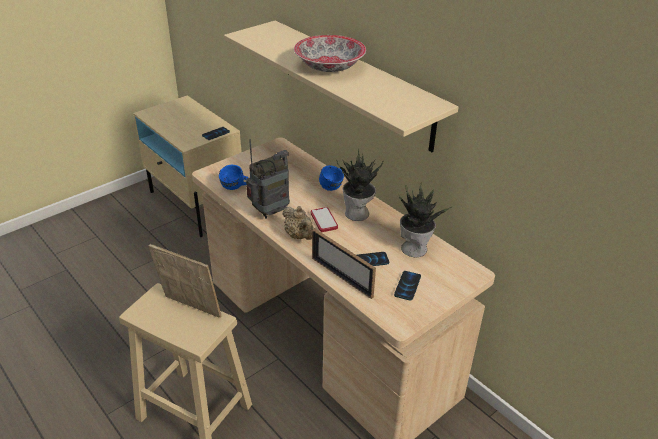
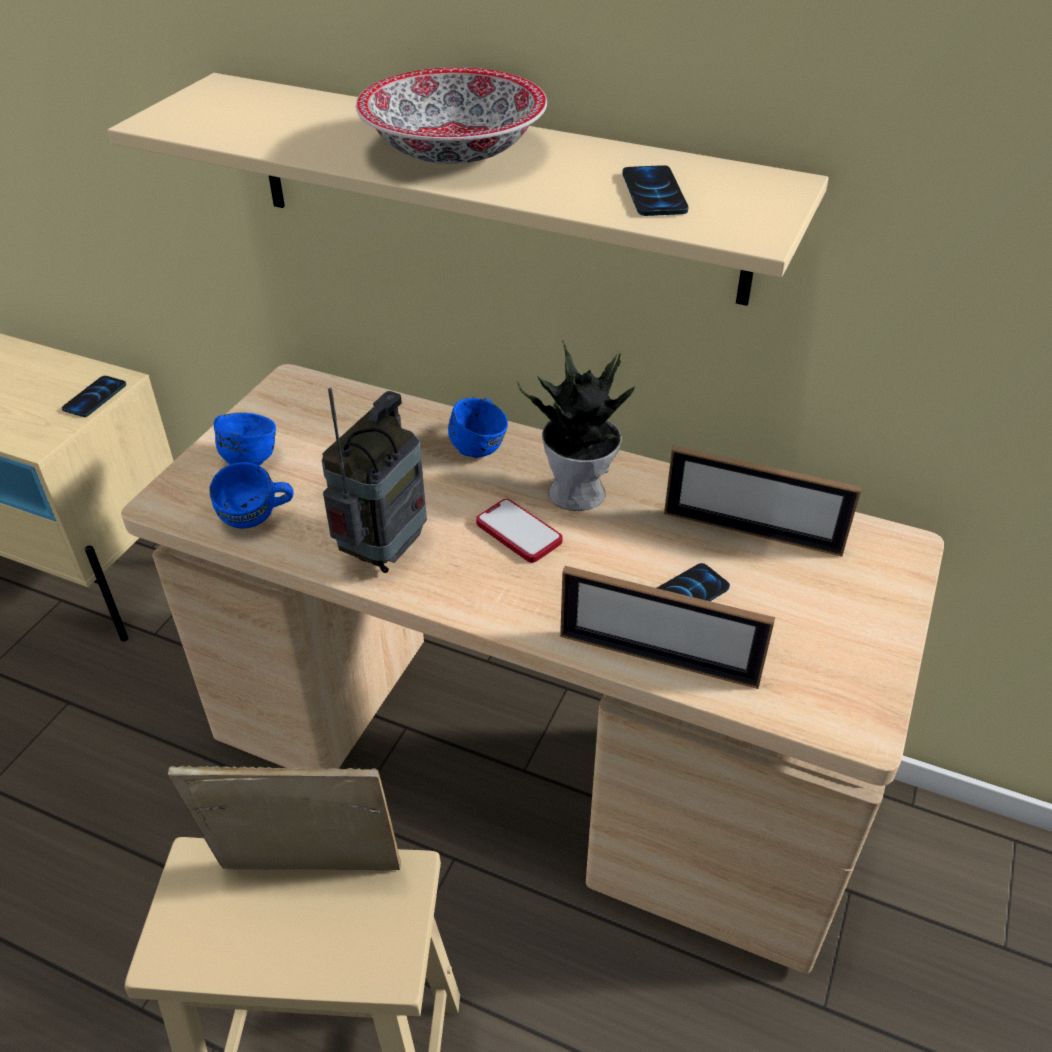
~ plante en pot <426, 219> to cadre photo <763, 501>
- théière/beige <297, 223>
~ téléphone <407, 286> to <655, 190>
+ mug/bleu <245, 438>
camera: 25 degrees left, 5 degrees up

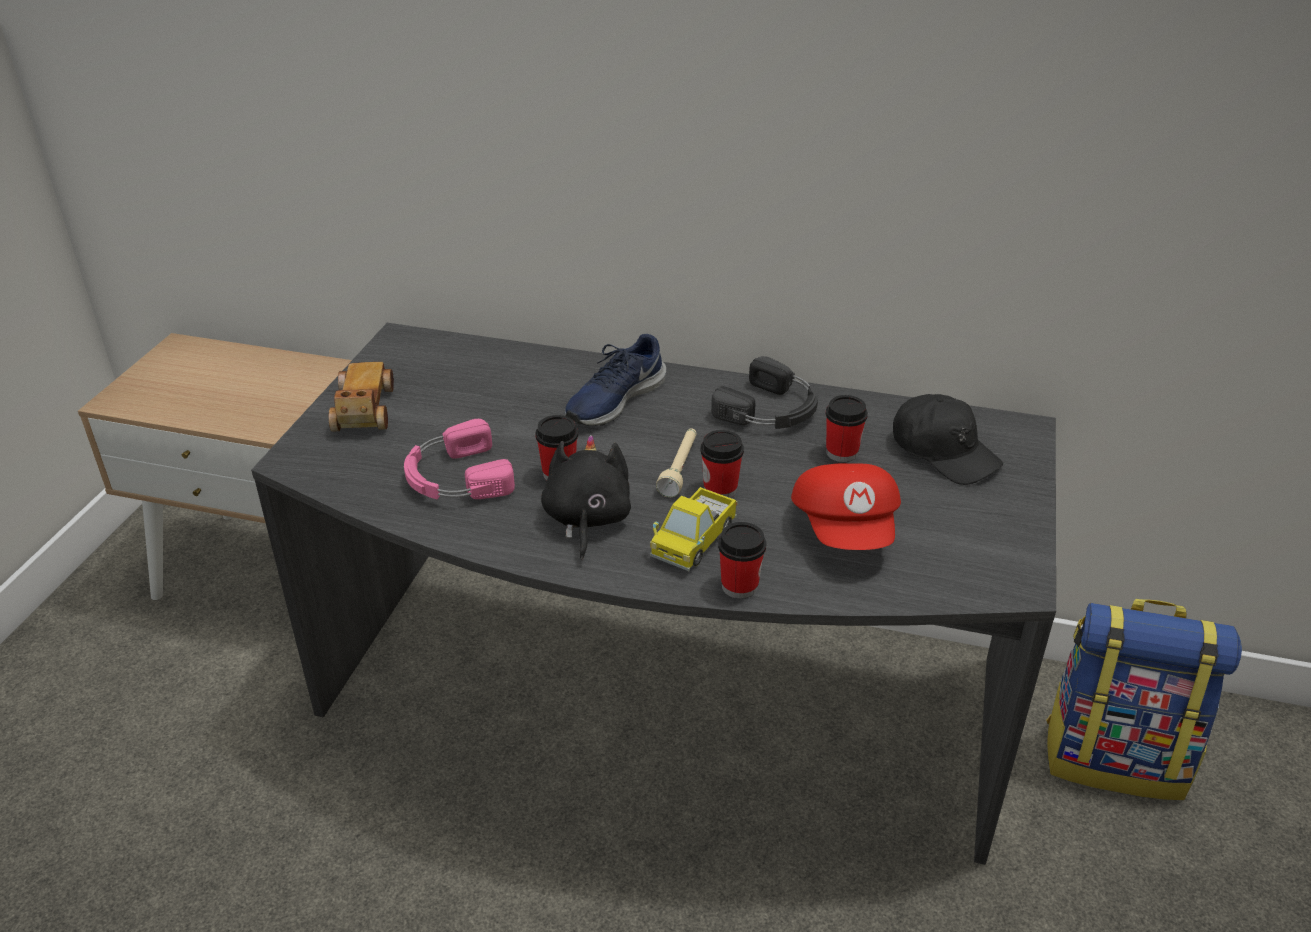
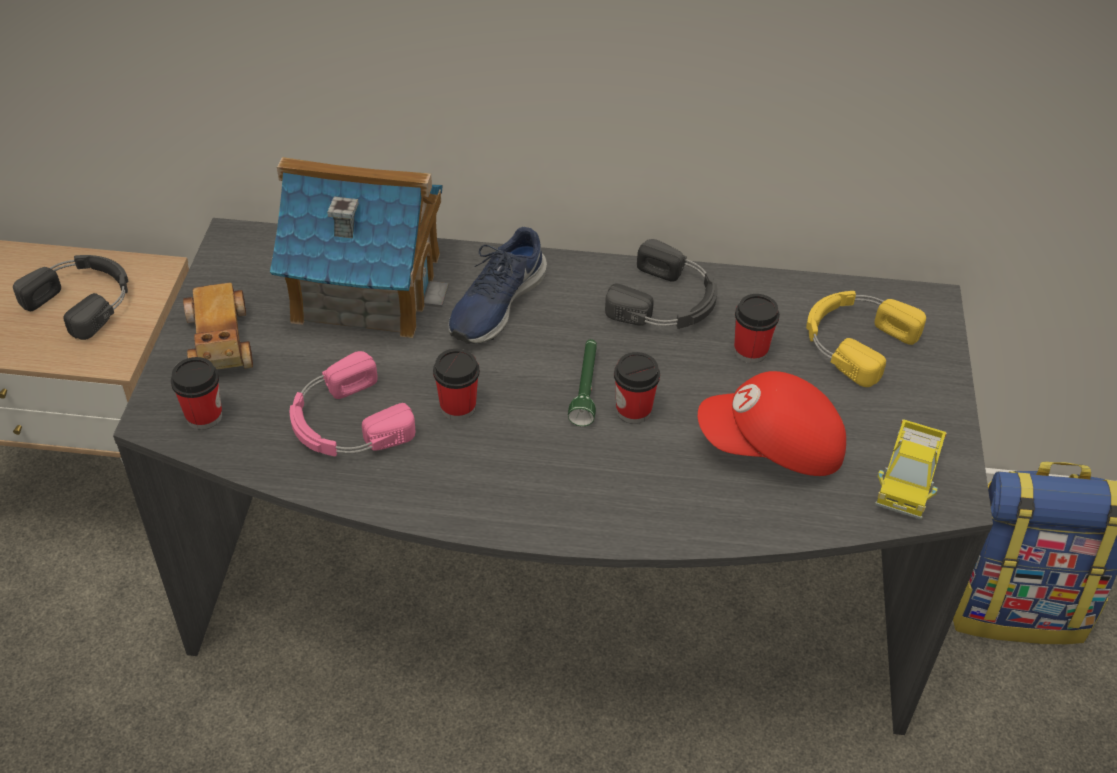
~ casquette/noir <948, 439> to casque audio/jaune <866, 339>
~ lampe de poche/beige <676, 462> to lampe de poche/vert <582, 382>
- peluche/noir <586, 497>
~ casquette/rouge <846, 506> = <772, 423> 105 degrees clockwise
~ camion jouet <694, 529> to <911, 469>
~ tasse <742, 560> to <196, 393>
+ maison miniature <359, 247>
+ casque audio/noir <71, 297>
camera: 10 degrees left, 10 degrees up

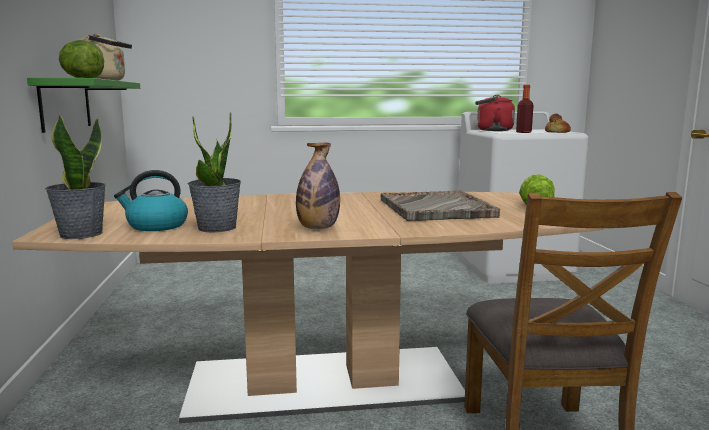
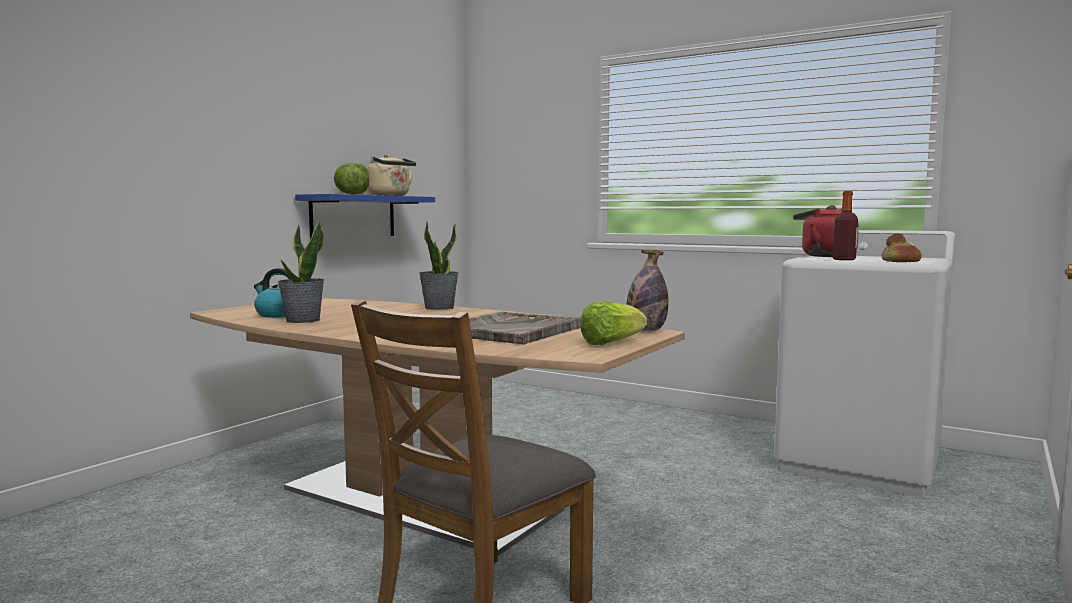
~ étagère/vert <83, 105> to étagère/bleu <365, 216>
~ plante en pot <75, 176> to <438, 265>
~ bouteille <318, 186> to <647, 290>
camera: 40 degrees right, 5 degrees down

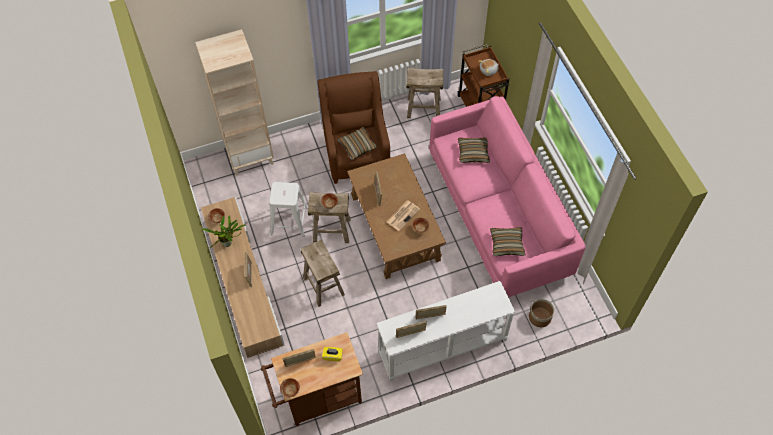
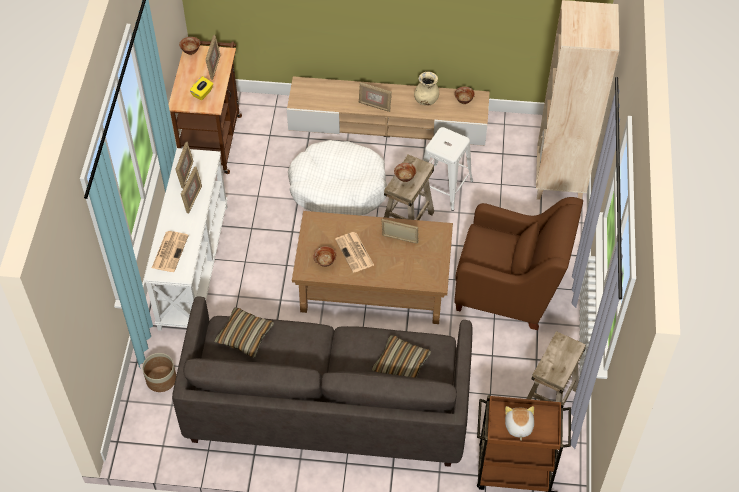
~ canapé/rose <507, 196> to canapé/gris <322, 382>
- coussin <357, 143>
~ plante en pot <223, 232> to vase/beige <426, 89>
~ tabouret/beige <323, 273> to panier pour chien/blanc <337, 177>
+ journal <170, 251>
camera: 115 degrees right, 5 degrees down

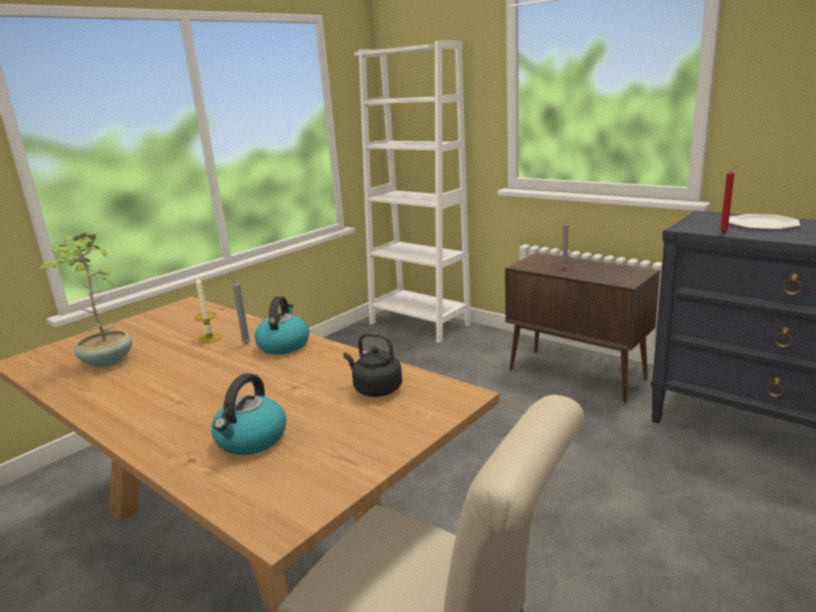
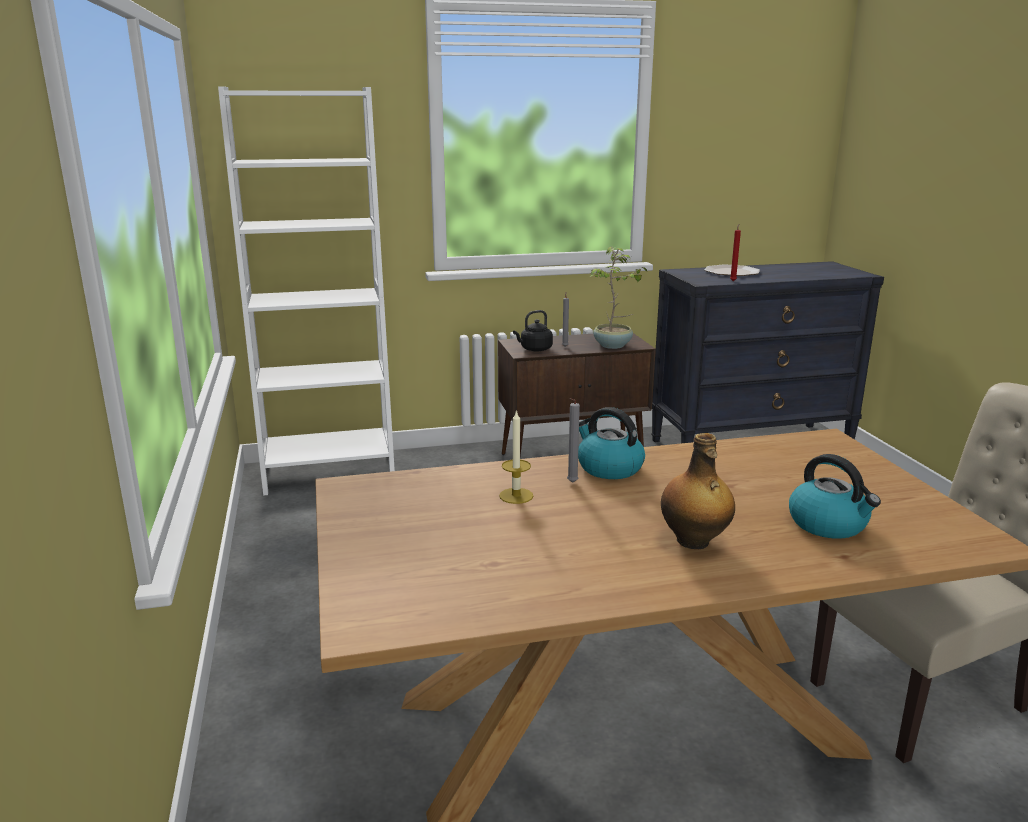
~ plante en pot <85, 300> to <618, 298>
~ bouilloire/noir <372, 364> to <533, 330>
+ bouteille <698, 491>
camera: 55 degrees left, 0 degrees up

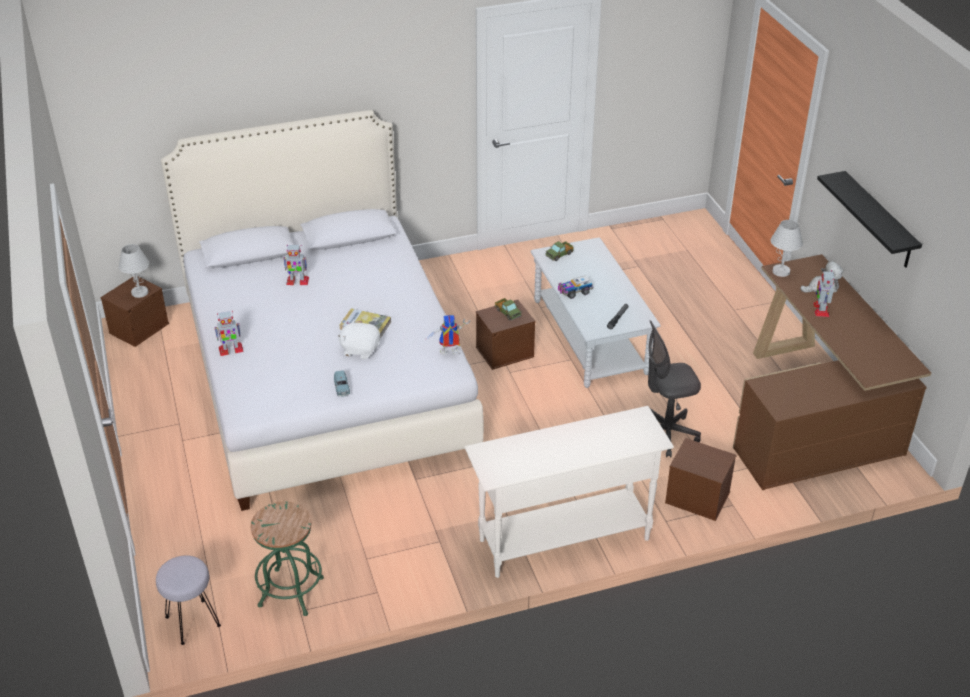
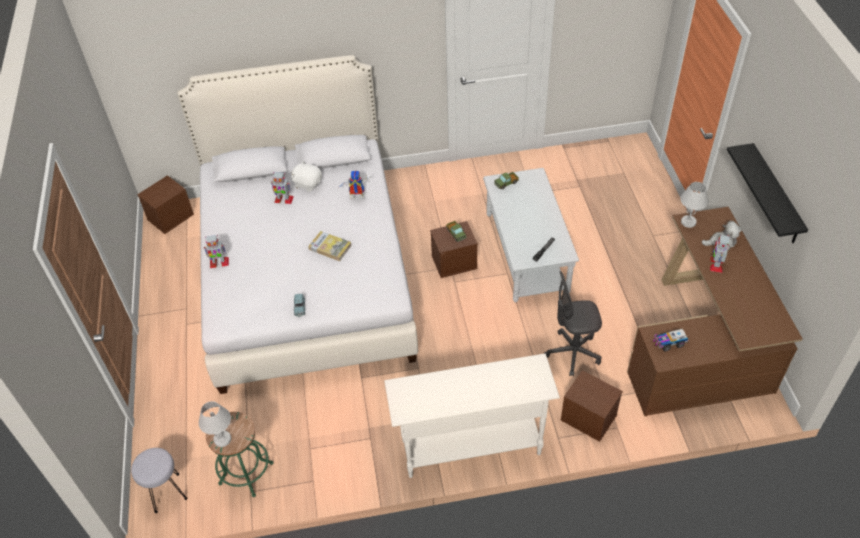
~ lampe de table/blanc <134, 271> to <215, 424>
~ camion jouet <575, 287> to <671, 340>
~ robot jouet <448, 335> to <355, 185>
~ peluche/blanc <359, 339> to <306, 176>
camera: 10 degrees right, 10 degrees up

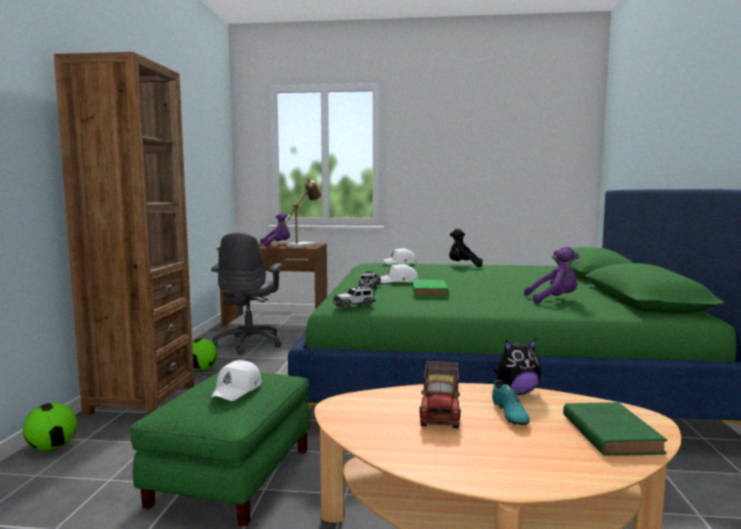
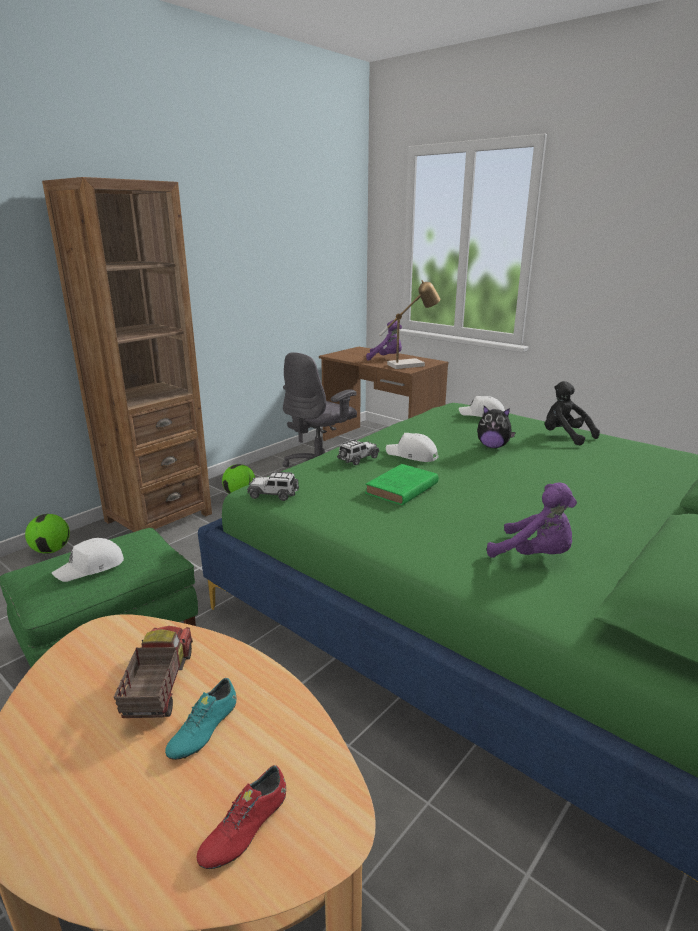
~ peluche <517, 367> to <496, 427>
~ camion jouet <440, 394> = <153, 672> 135 degrees clockwise
~ livre/vert <615, 429> to chaussure/rouge <241, 817>
camera: 35 degrees right, 15 degrees up

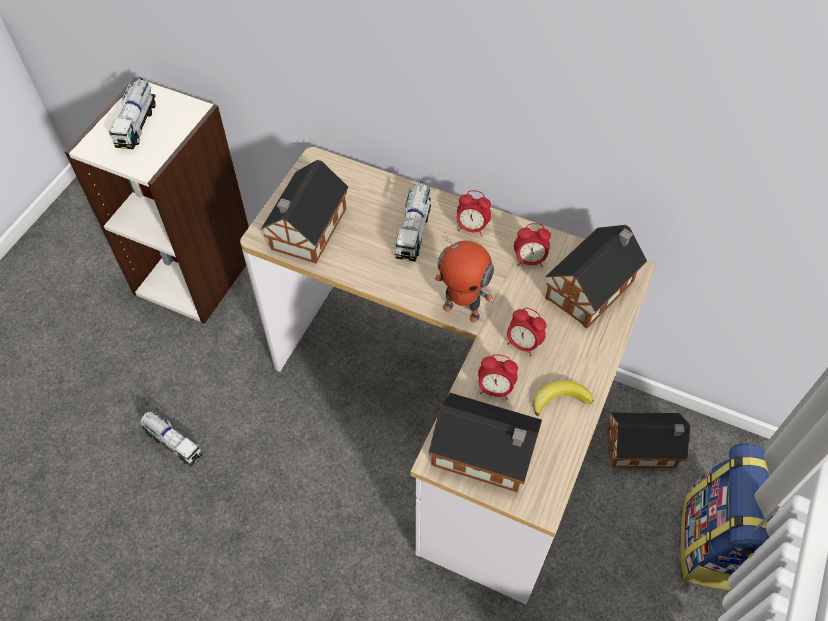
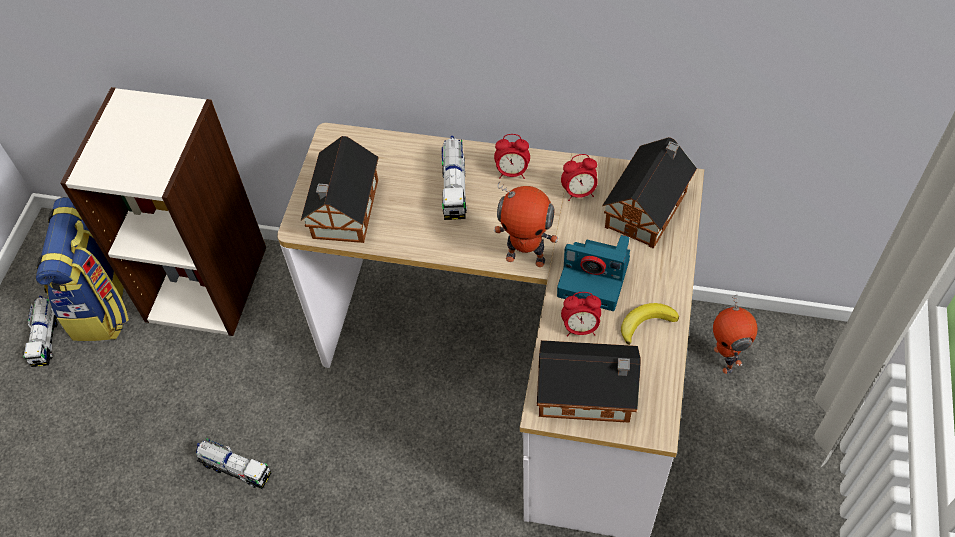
~ camion jouet <132, 113> to <40, 331>
~ réveil <527, 332> to appareil photo <593, 273>
~ maison miniature <648, 440> to robot jouet <735, 334>
~ sac à dos <731, 516> to <82, 269>
camera: 10 degrees left, 0 degrees up

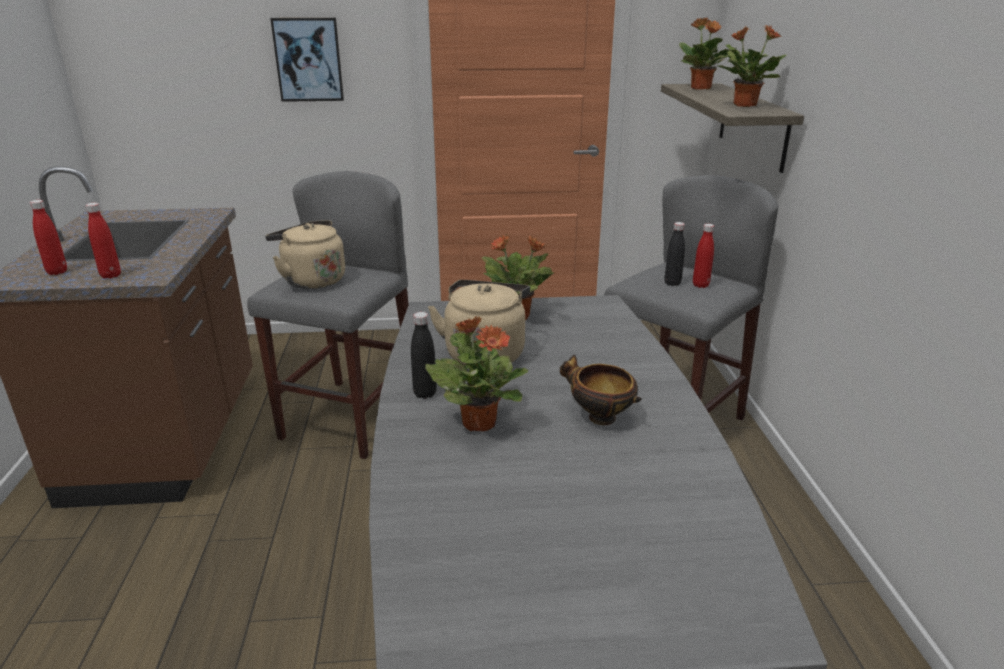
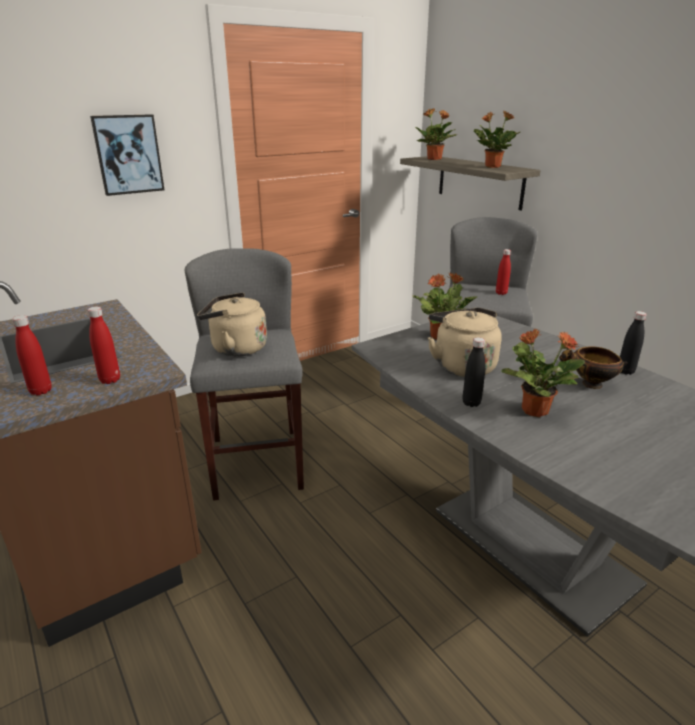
~ bouteille/noir <674, 254> to <633, 343>
camera: 30 degrees left, 0 degrees up

